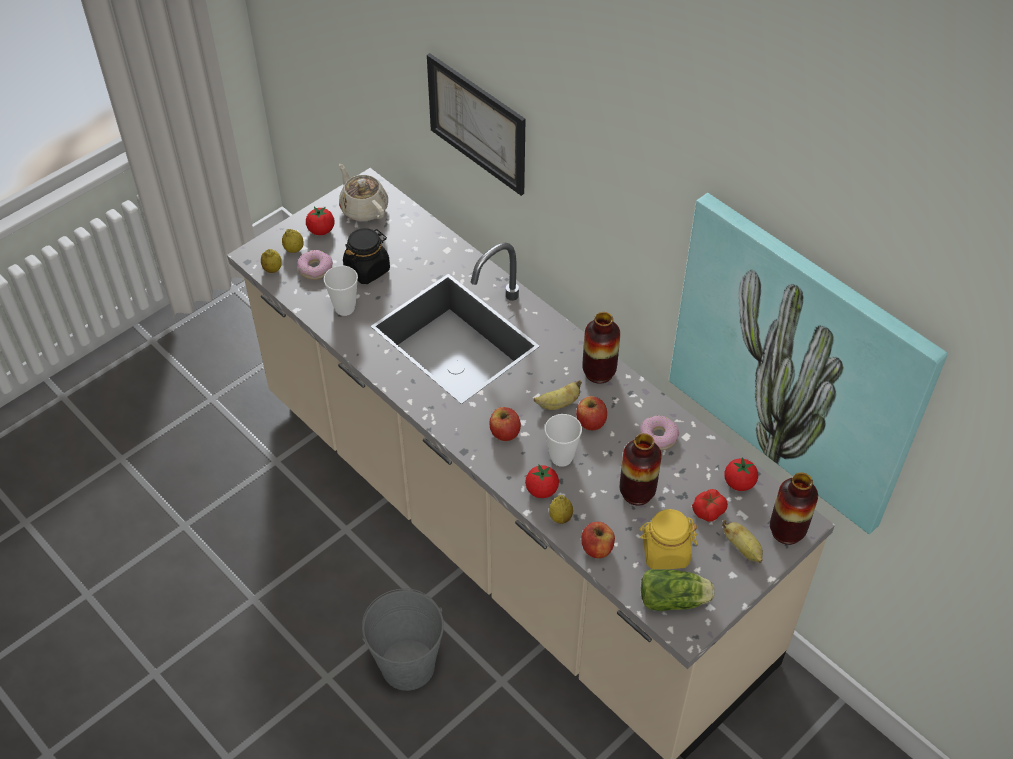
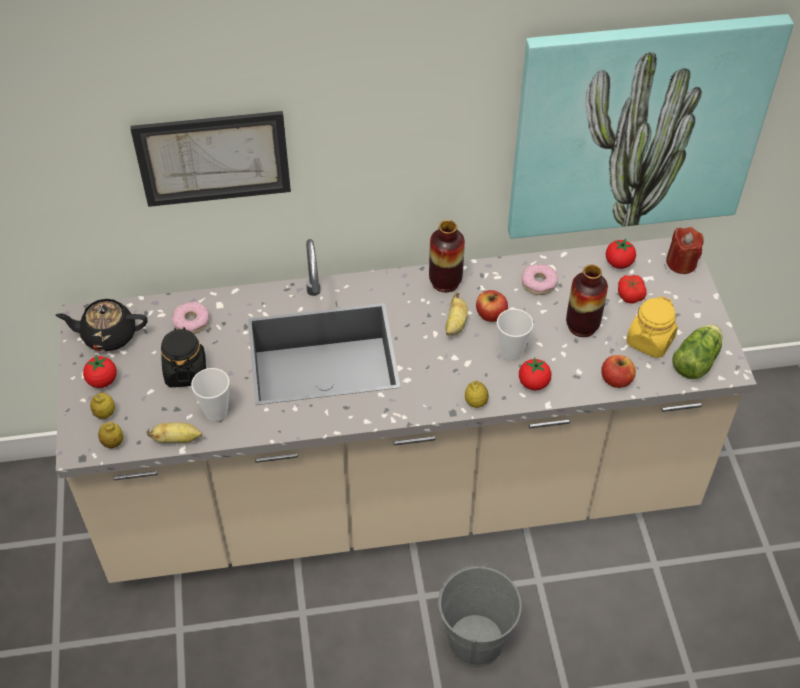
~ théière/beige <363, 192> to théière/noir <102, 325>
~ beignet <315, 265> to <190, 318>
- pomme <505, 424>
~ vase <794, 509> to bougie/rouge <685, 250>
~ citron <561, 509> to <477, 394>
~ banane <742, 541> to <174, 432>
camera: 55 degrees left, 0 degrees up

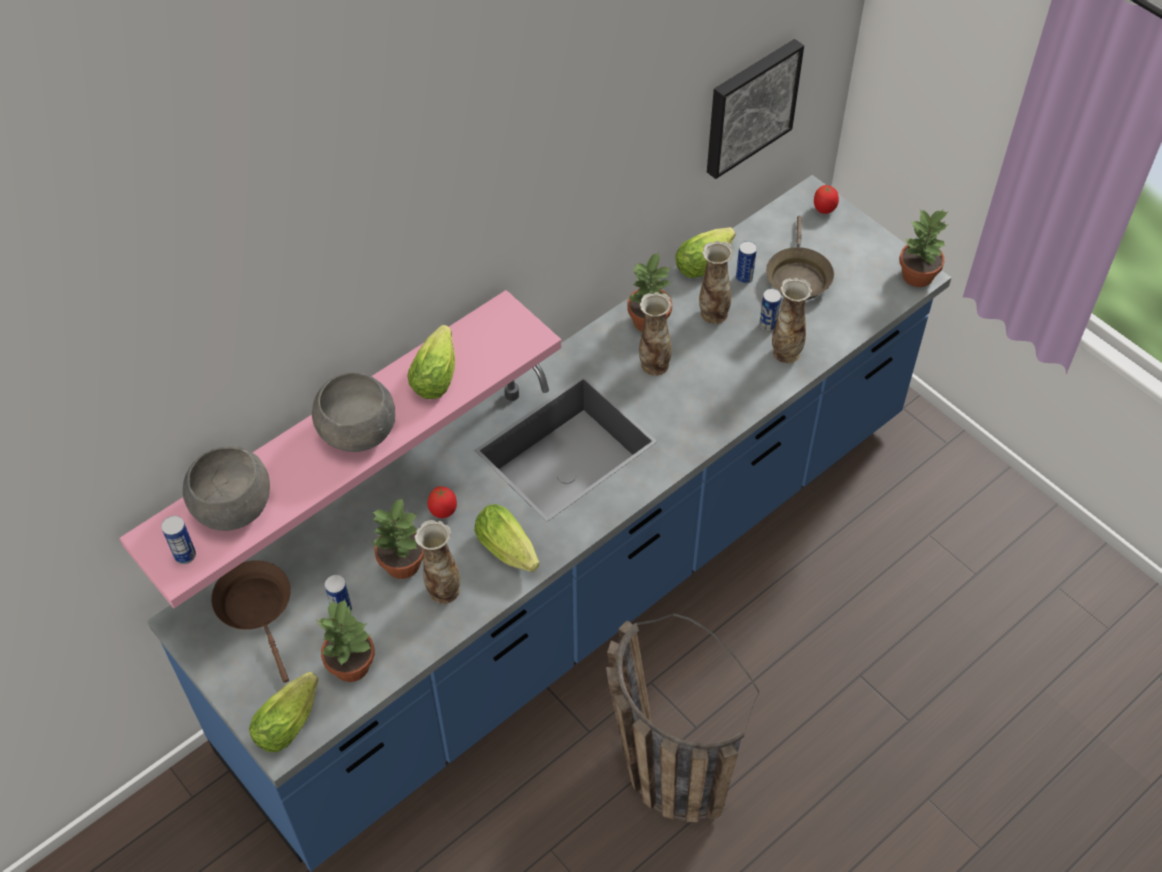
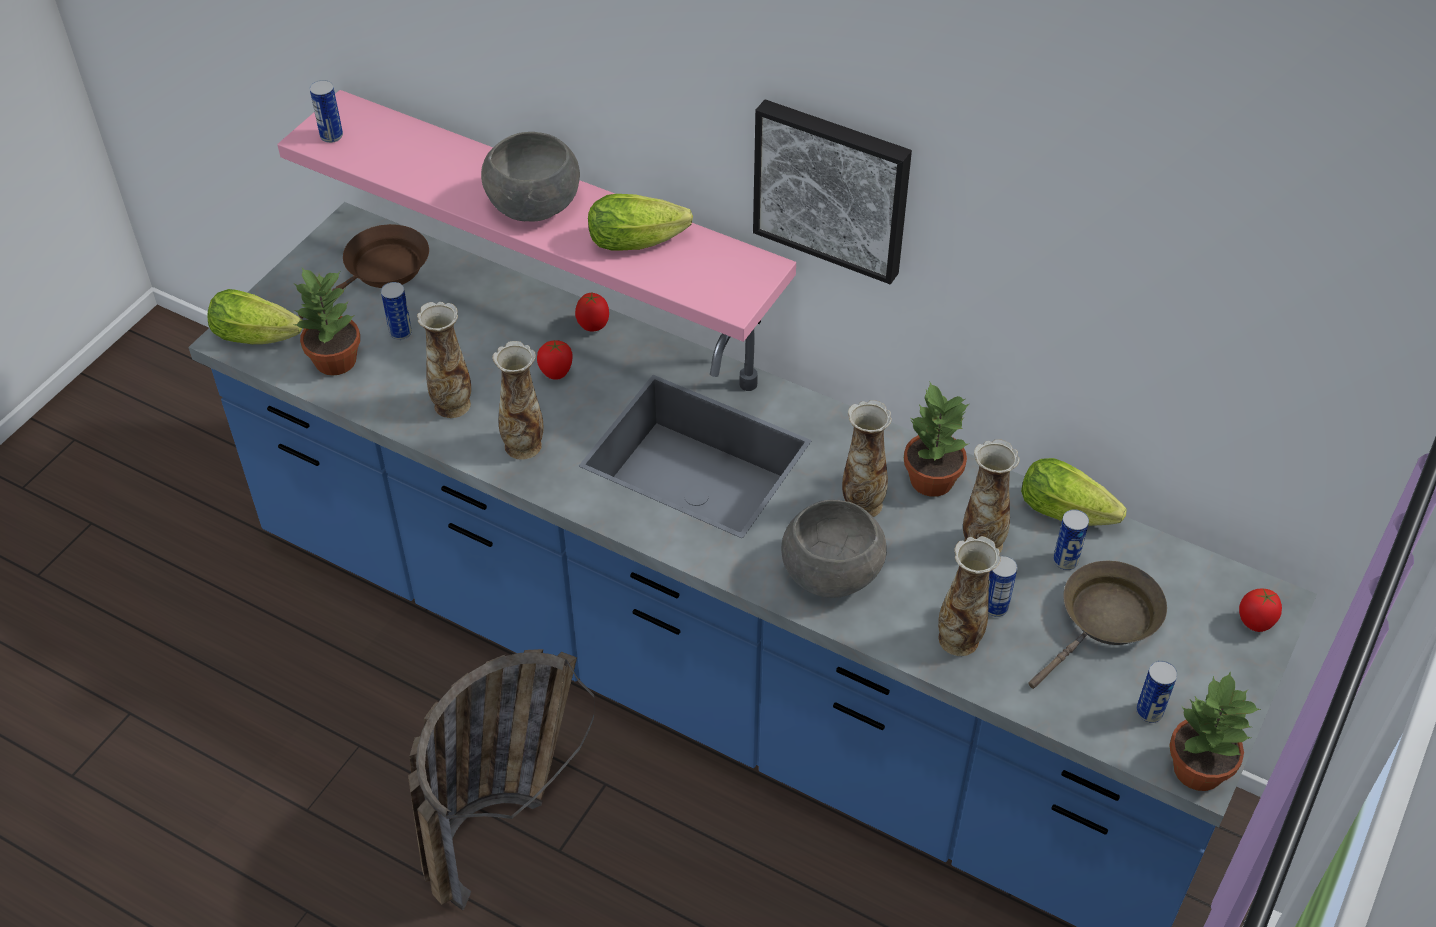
~ tableau <755, 109> to <832, 191>
~ poêle/marron <800, 258> = <1097, 624> 150 degrees clockwise
~ bol/gris <226, 488> to <834, 549>
- plante en pot <397, 538>
~ laitue <506, 538> to vase <518, 400>
+ tomate <592, 312>
+ boîte métallique <1156, 692>
camera: 70 degrees right, 5 degrees down

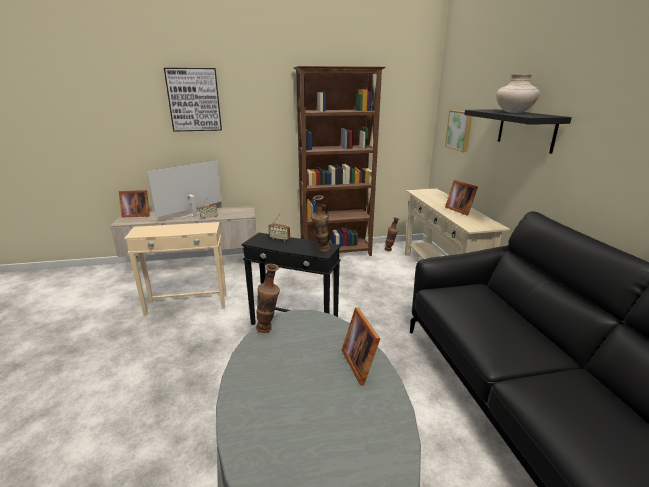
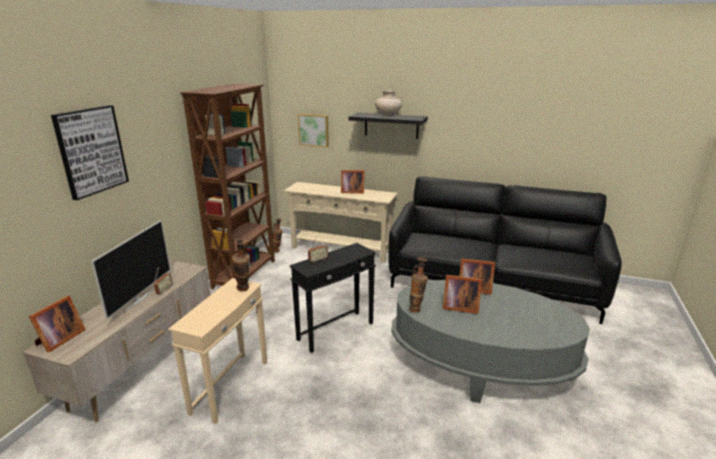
~ téléviseur <184, 190> = <130, 269> 150 degrees counterclockwise
~ vase <320, 223> to <241, 265>
+ cadre photo <462, 294>
camera: 60 degrees left, 0 degrees up

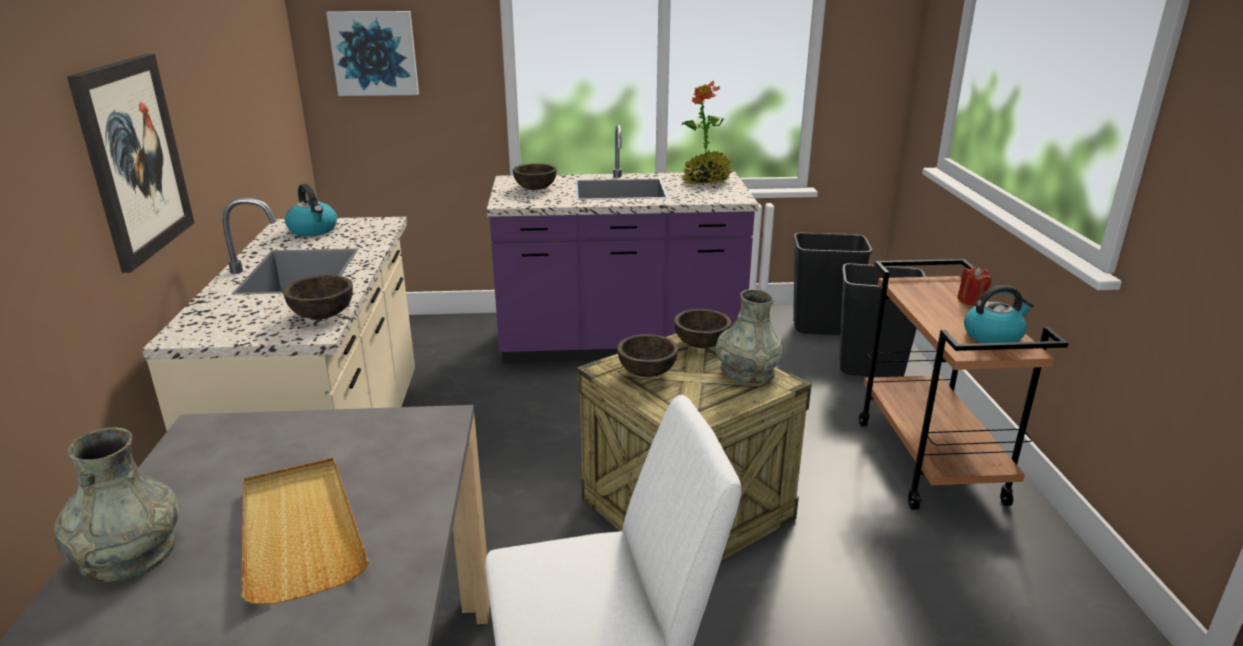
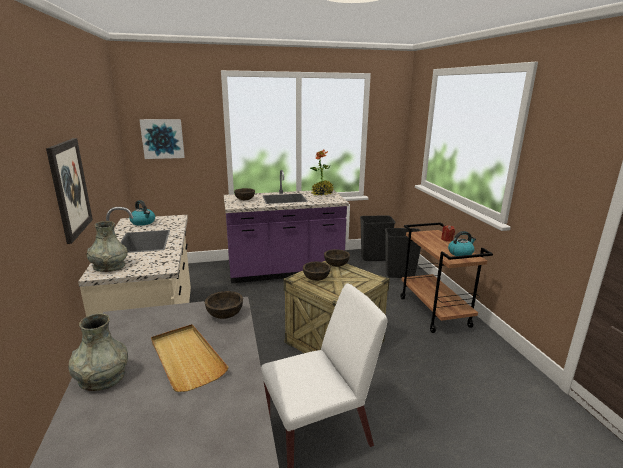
~ bol/marron <318, 297> to <224, 305>
~ vase/gris <748, 336> to <107, 246>
camera: 10 degrees left, 5 degrees down

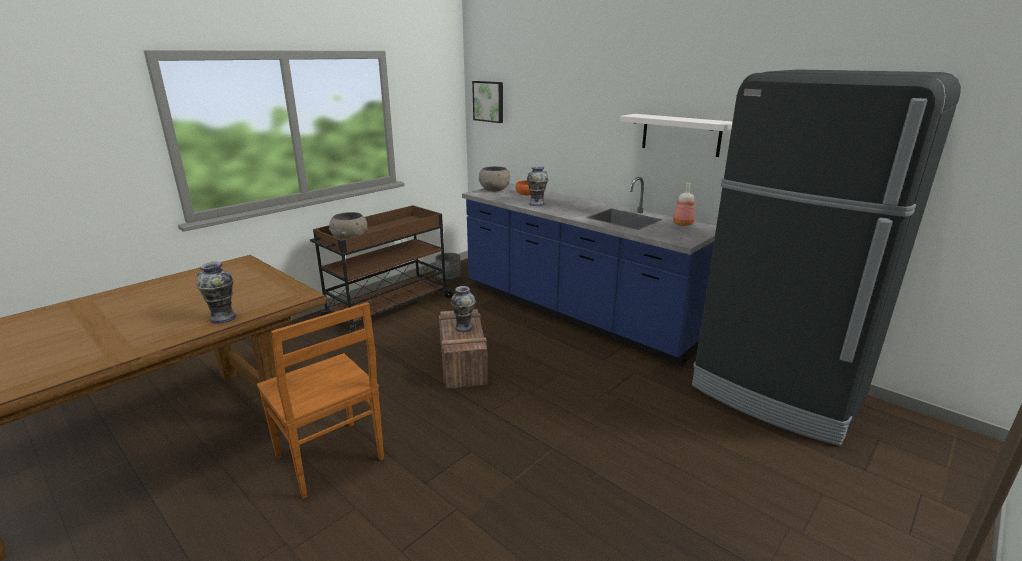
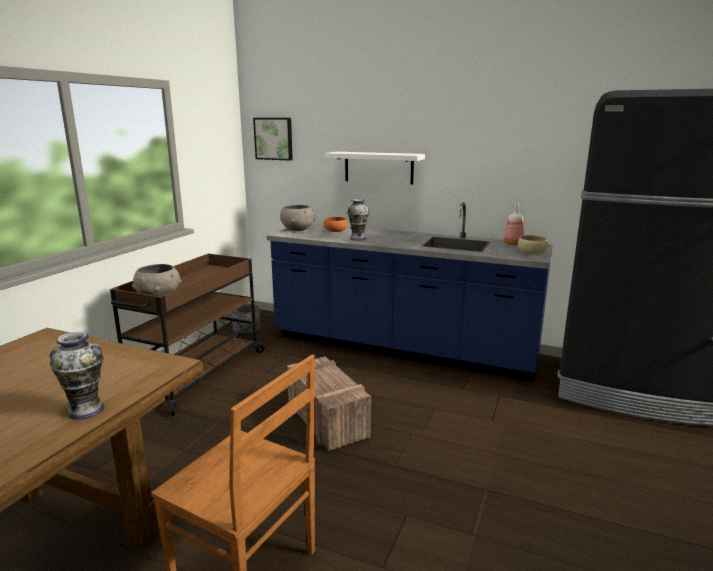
~ étagère/blanc <676, 135> to <375, 168>
- vase <463, 309>
+ bol/beige <533, 244>
camera: 20 degrees left, 5 degrees down

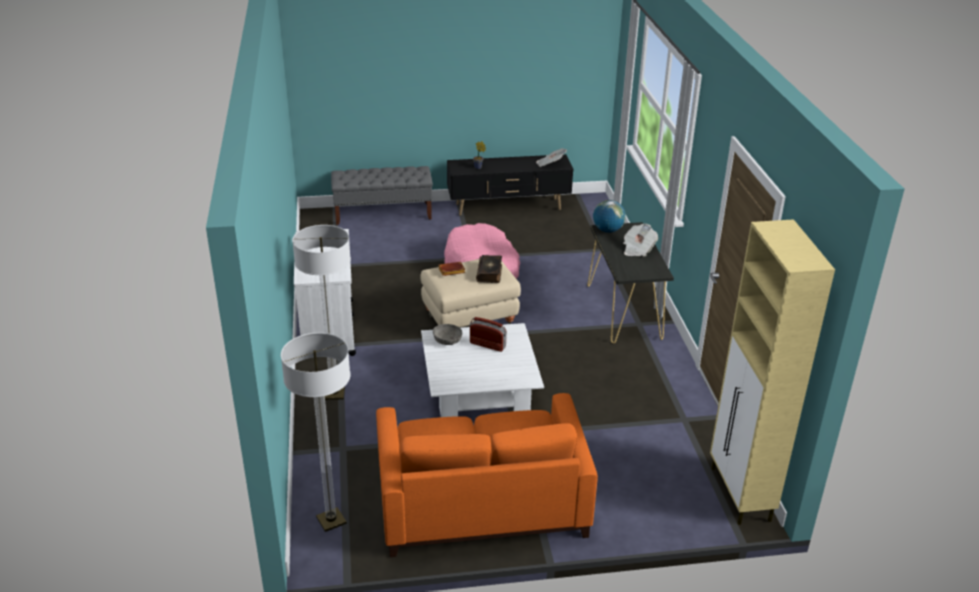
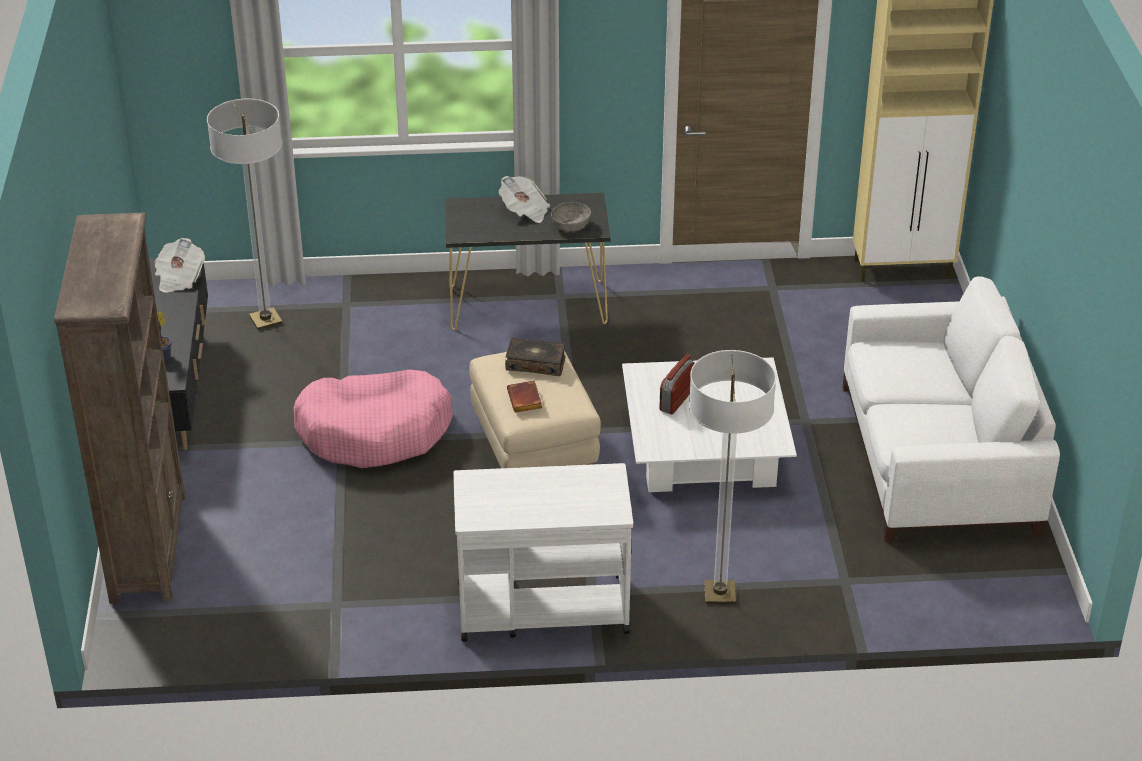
~ banc/gris <382, 195> to bibliothèque/marron <119, 408>
- globe <609, 216>
~ bol/gris <447, 334> to <571, 216>
~ lampadaire <316, 432> to <244, 214>
~ canapé/orange <487, 475> to canapé/blanc <951, 409>
camera: 85 degrees left, 5 degrees up

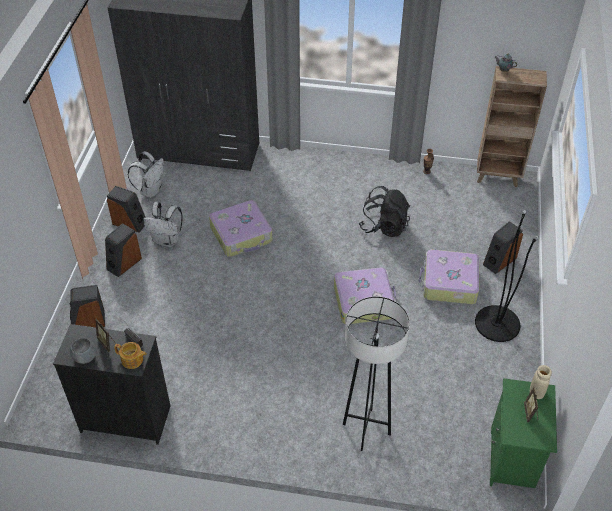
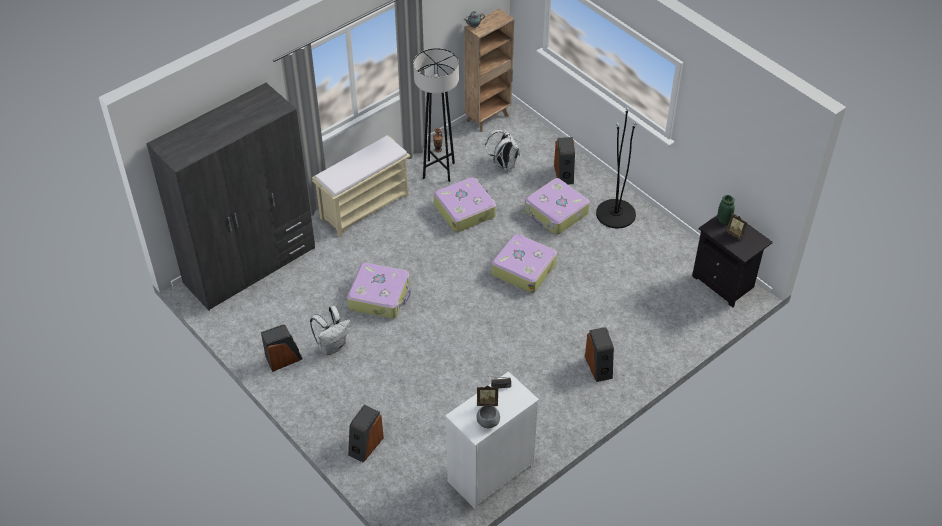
~ sac à dos/blanc <146, 174> to <502, 150>
~ sac à dos/noir <384, 211> to valise <465, 204>
~ enceinte <123, 250> to <599, 354>
~ lampadaire/noir <376, 373> to <436, 115>
~ commode/noir <112, 384> to commode/blanc <492, 440>
- théière <130, 355>
~ vase/beige <541, 382> to vase/vert <726, 209>
~ table de chevet/vert <523, 433> to table de chevet/noir <732, 261>
+ banc/beige <361, 186>
camera: 50 degrees left, 0 degrees up

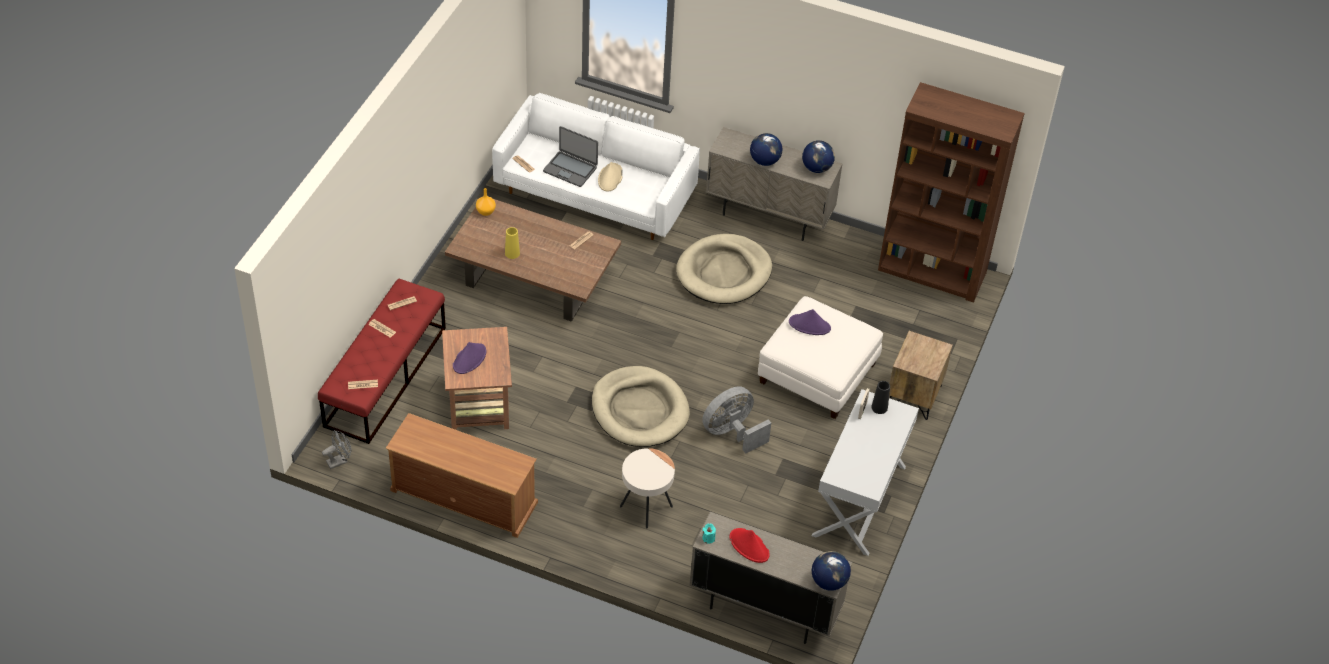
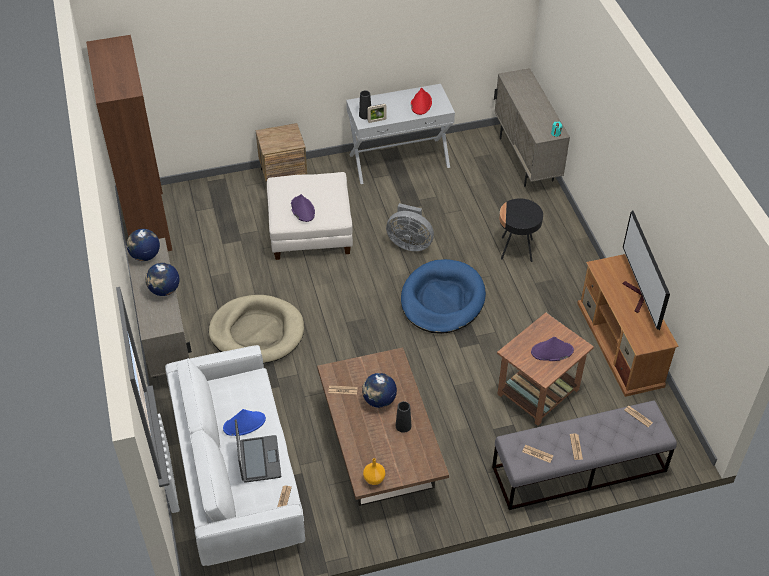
~ chapeau/beige <610, 176> to chapeau/bleu <244, 422>
~ vase/jaune <512, 243> to vase/noir <403, 417>
~ banc/rouge <382, 361> to banc/gris <584, 455>
~ panier pour chien/beige <641, 406> to panier pour chien/bleu <443, 296>
- ventilateur/gris <336, 449>
~ table d'appoint/beige <647, 488> to table d'appoint/noir <521, 230>
~ chapeau/rouge <749, 545> to <421, 101>
~ globe <831, 571> to <379, 390>
+ téléviseur <646, 270>
camera: 125 degrees left, 0 degrees up

